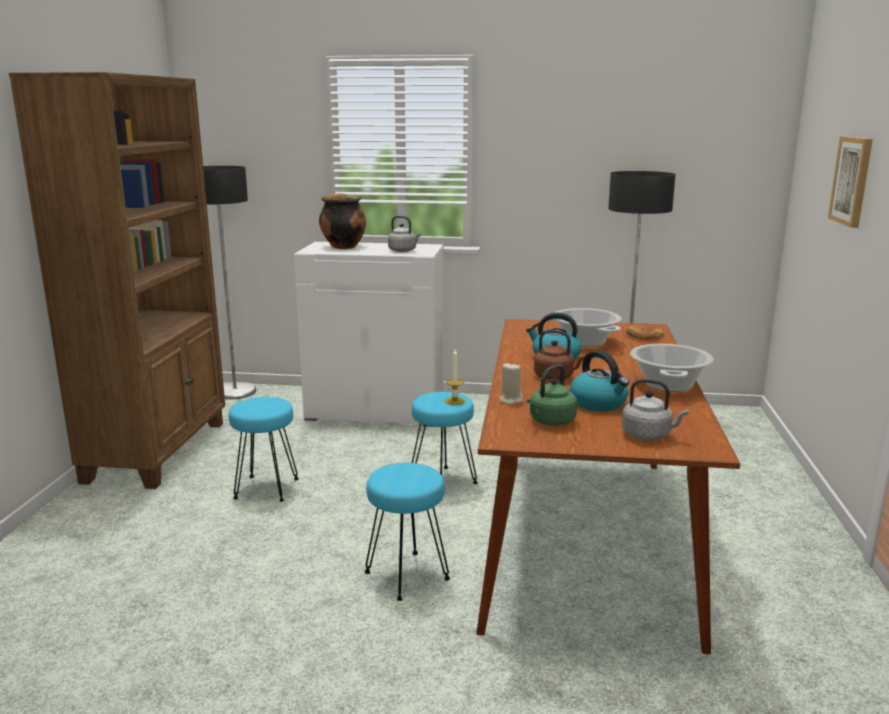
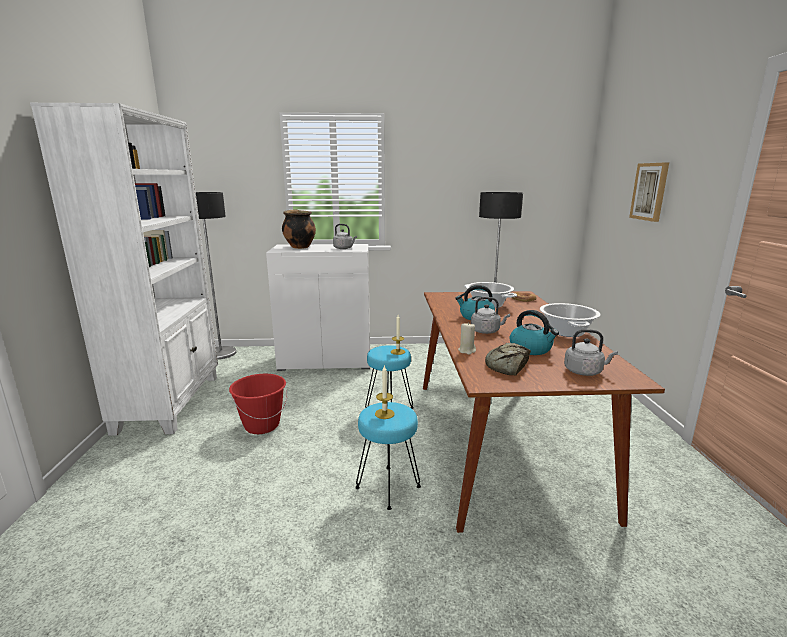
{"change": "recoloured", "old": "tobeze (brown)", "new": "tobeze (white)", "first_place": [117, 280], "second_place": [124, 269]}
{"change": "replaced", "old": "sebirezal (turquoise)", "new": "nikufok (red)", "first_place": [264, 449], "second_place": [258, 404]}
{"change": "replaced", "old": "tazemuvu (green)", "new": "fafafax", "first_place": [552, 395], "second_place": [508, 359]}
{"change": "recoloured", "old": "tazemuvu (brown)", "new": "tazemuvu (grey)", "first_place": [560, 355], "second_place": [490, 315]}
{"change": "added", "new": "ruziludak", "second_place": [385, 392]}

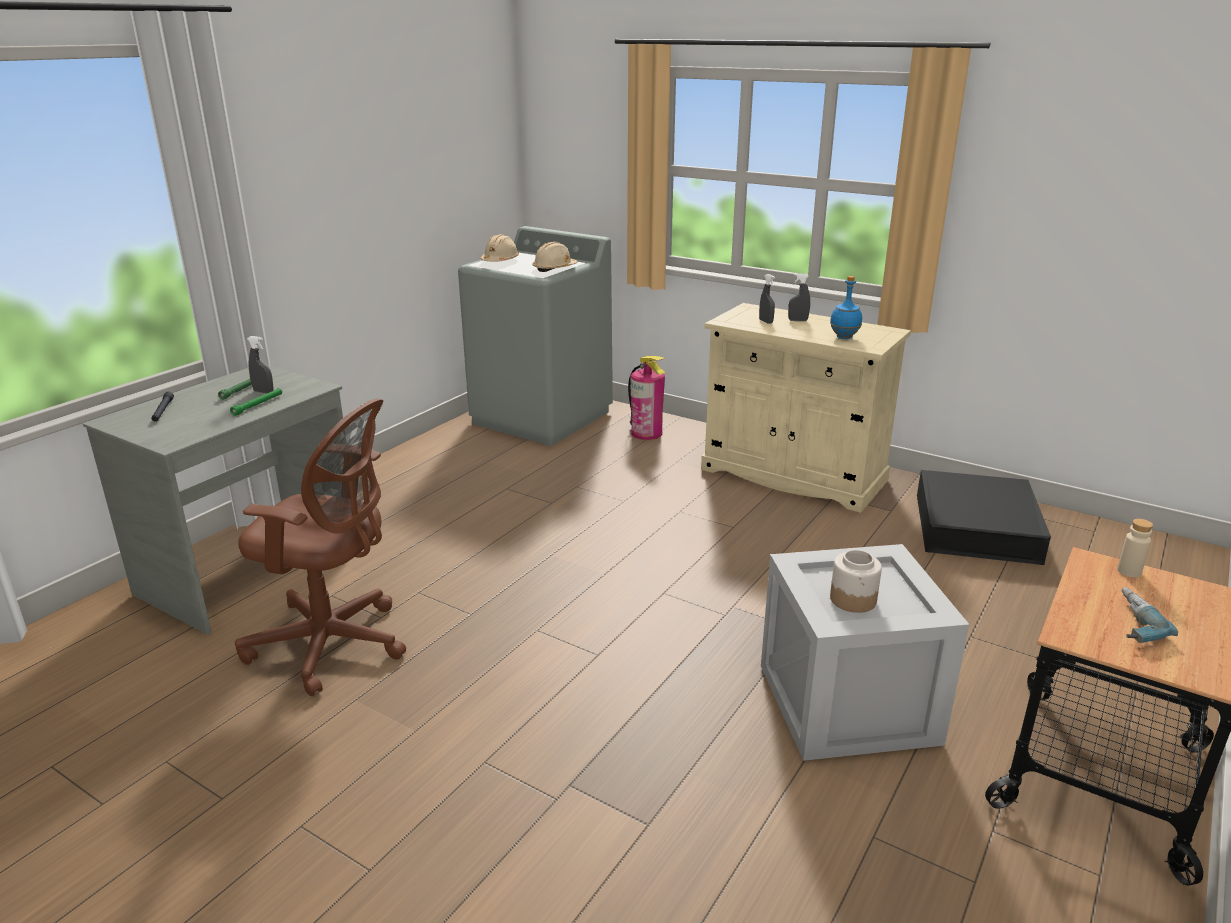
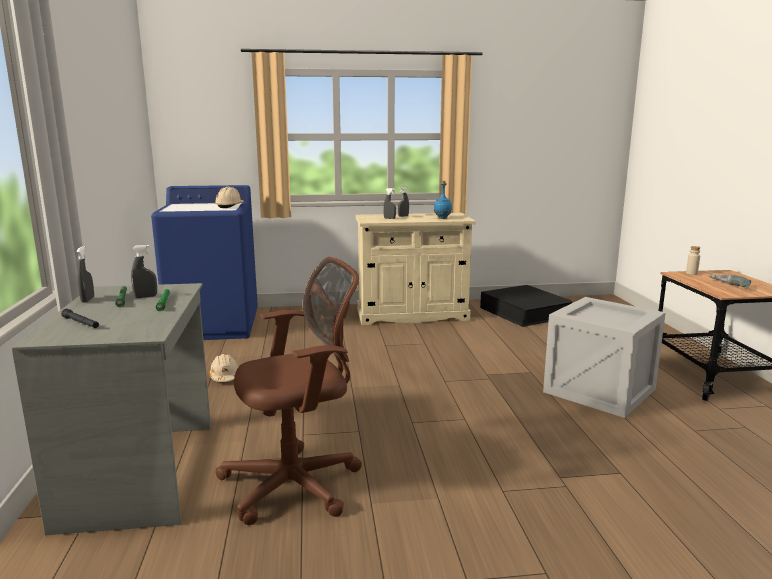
{"change": "recoloured", "old": "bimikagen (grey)", "new": "bimikagen (blue)", "first_place": [535, 336], "second_place": [204, 262]}
{"change": "moved", "old": "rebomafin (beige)", "first_place": [499, 248], "second_place": [223, 368]}
{"change": "removed", "old": "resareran", "first_place": [646, 398]}
{"change": "removed", "old": "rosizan", "first_place": [856, 581]}
{"change": "added", "new": "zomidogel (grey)", "second_place": [85, 274]}

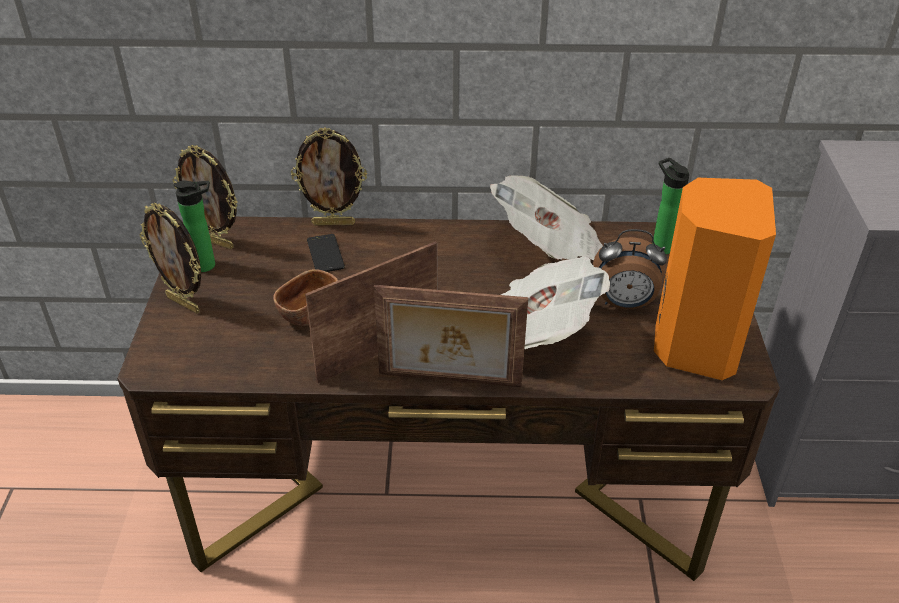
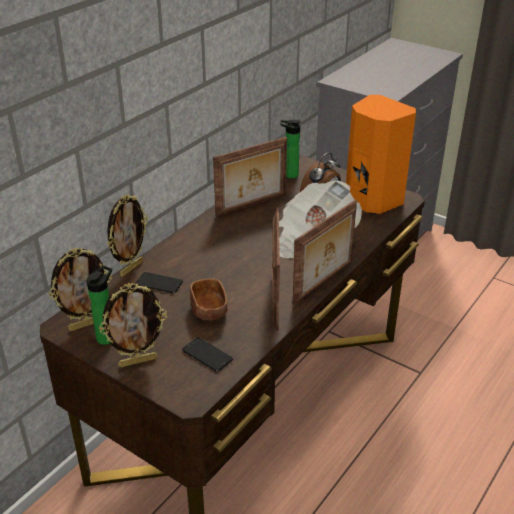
{"change": "replaced", "old": "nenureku", "new": "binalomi", "first_place": [546, 217], "second_place": [250, 177]}
{"change": "added", "new": "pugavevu", "second_place": [207, 354]}

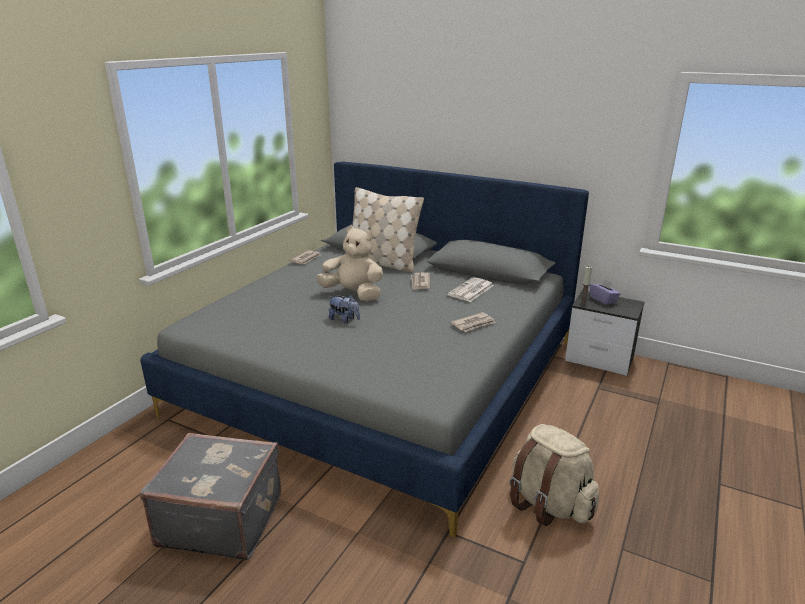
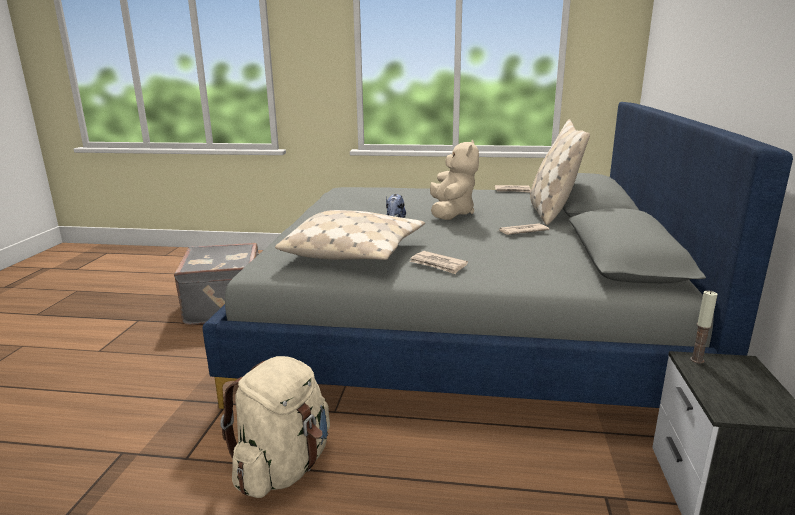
{"change": "removed", "old": "nenureku", "first_place": [471, 289]}
{"change": "removed", "old": "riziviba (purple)", "first_place": [605, 292]}
{"change": "added", "new": "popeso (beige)", "second_place": [350, 235]}

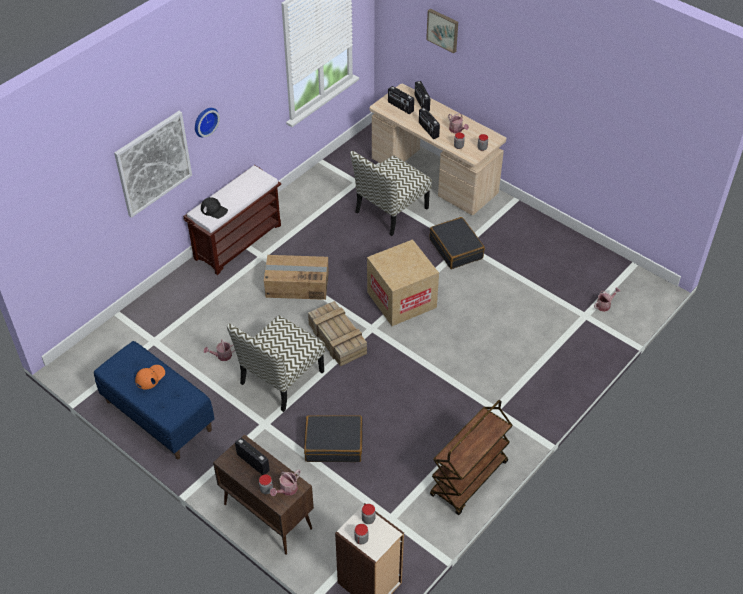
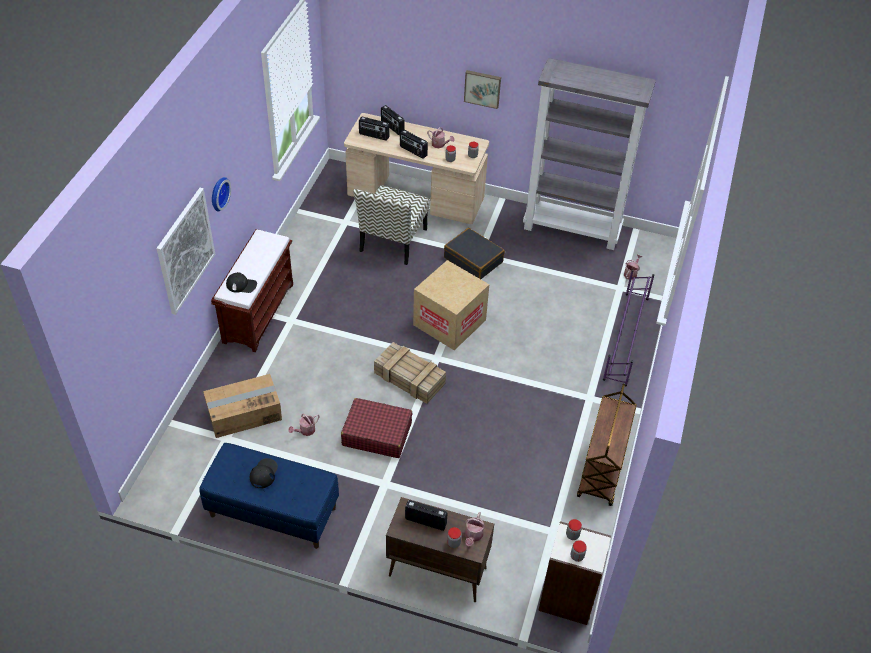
{"change": "recoloured", "old": "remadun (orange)", "new": "remadun (black)", "first_place": [150, 377], "second_place": [264, 473]}
{"change": "replaced", "old": "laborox", "new": "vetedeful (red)", "first_place": [276, 363], "second_place": [377, 428]}
{"change": "moved", "old": "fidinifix", "first_place": [296, 277], "second_place": [242, 406]}
{"change": "removed", "old": "vetedeful (black)", "first_place": [333, 438]}
{"change": "moved", "old": "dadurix", "first_place": [442, 31], "second_place": [482, 89]}
{"change": "added", "new": "tobeze (grey)", "second_place": [589, 154]}
{"change": "added", "new": "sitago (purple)", "second_place": [629, 327]}

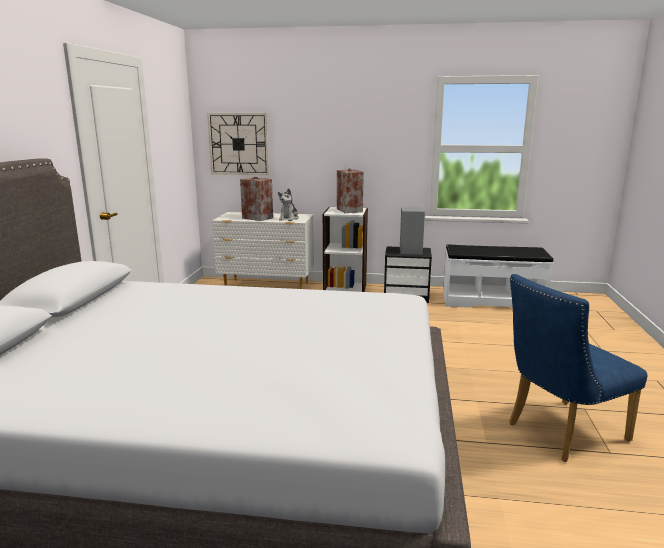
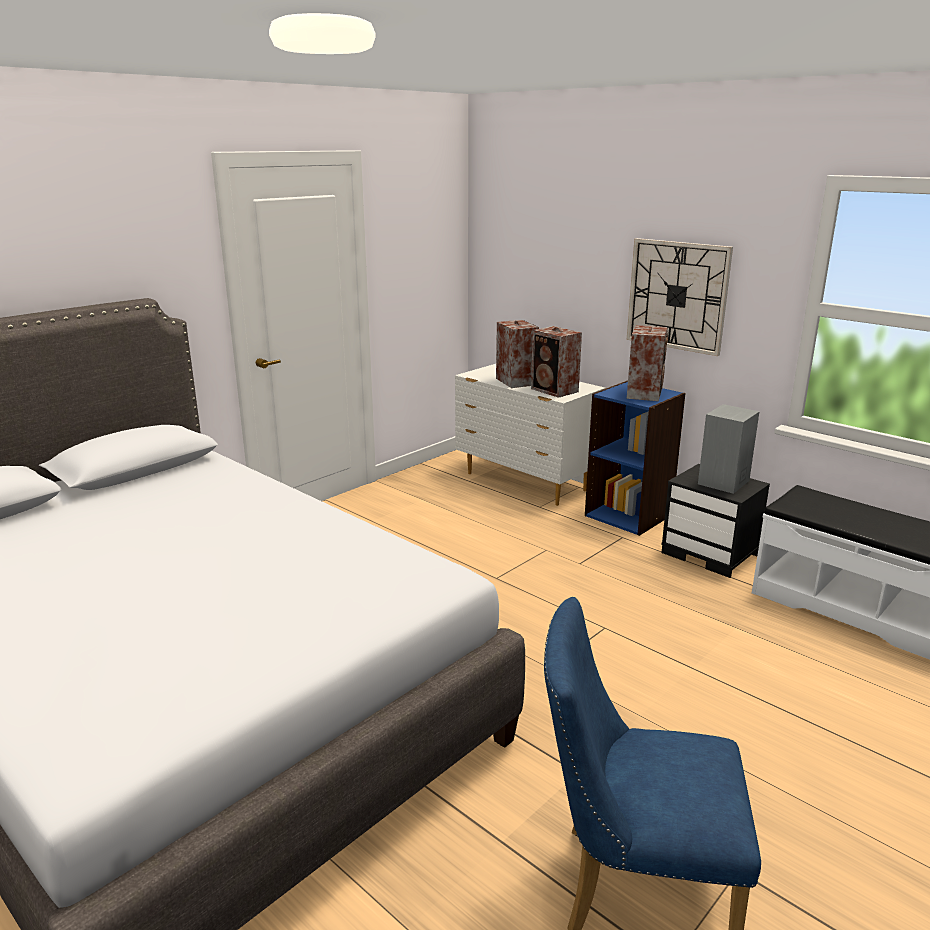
{"change": "moved", "old": "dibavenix", "first_place": [238, 144], "second_place": [680, 297]}
{"change": "replaced", "old": "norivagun", "new": "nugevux", "first_place": [288, 204], "second_place": [556, 362]}
{"change": "recoloured", "old": "tobeze (white)", "new": "tobeze (blue)", "first_place": [345, 249], "second_place": [635, 458]}

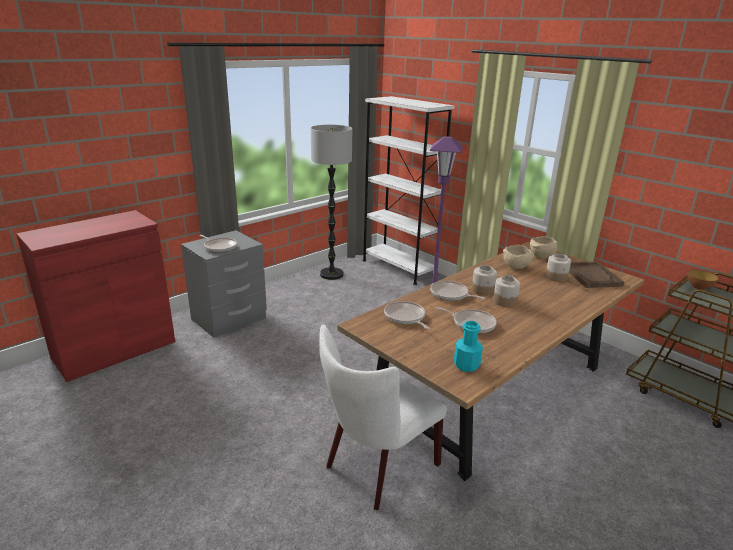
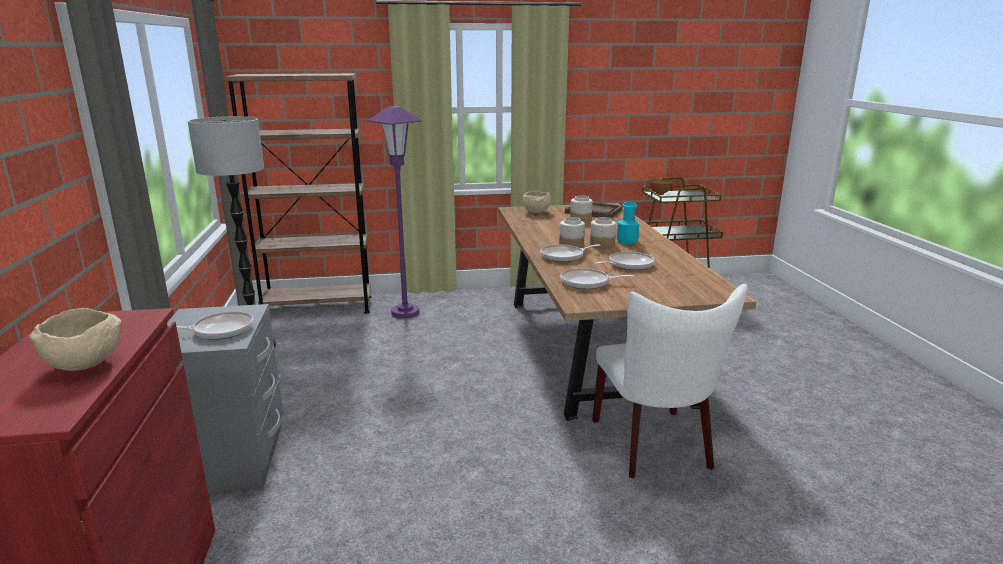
{"change": "recoloured", "old": "tobeze (white)", "new": "tobeze (brown)", "first_place": [408, 190], "second_place": [298, 193]}
{"change": "moved", "old": "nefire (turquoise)", "first_place": [468, 346], "second_place": [628, 222]}
{"change": "moved", "old": "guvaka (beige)", "first_place": [518, 257], "second_place": [75, 339]}

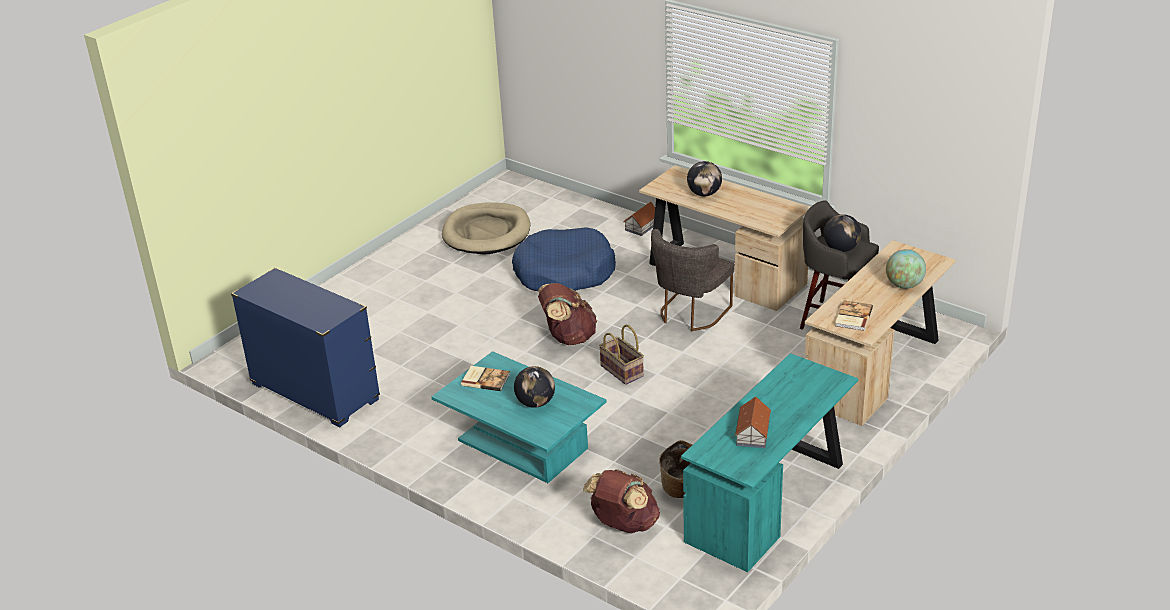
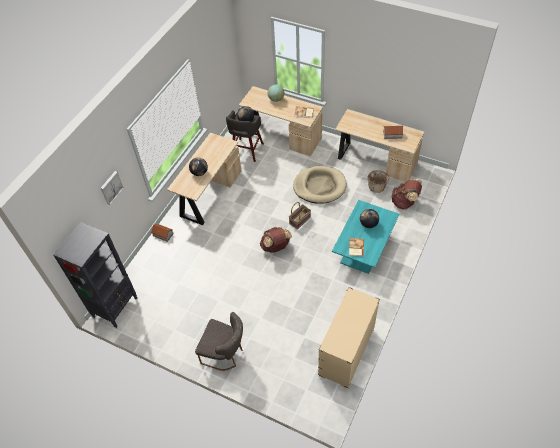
{"change": "recoloured", "old": "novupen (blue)", "new": "novupen (beige)", "first_place": [305, 347], "second_place": [349, 338]}
{"change": "moved", "old": "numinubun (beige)", "first_place": [486, 228], "second_place": [320, 185]}
{"change": "removed", "old": "numinubun (blue)", "first_place": [564, 259]}
{"change": "moved", "old": "laborox (grey)", "first_place": [693, 280], "second_place": [219, 341]}
{"change": "recoloured", "old": "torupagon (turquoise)", "new": "torupagon (beige)", "first_place": [769, 462], "second_place": [379, 145]}
{"change": "added", "new": "tobeze (black)", "second_place": [95, 275]}
{"change": "added", "new": "dadurix", "second_place": [112, 188]}

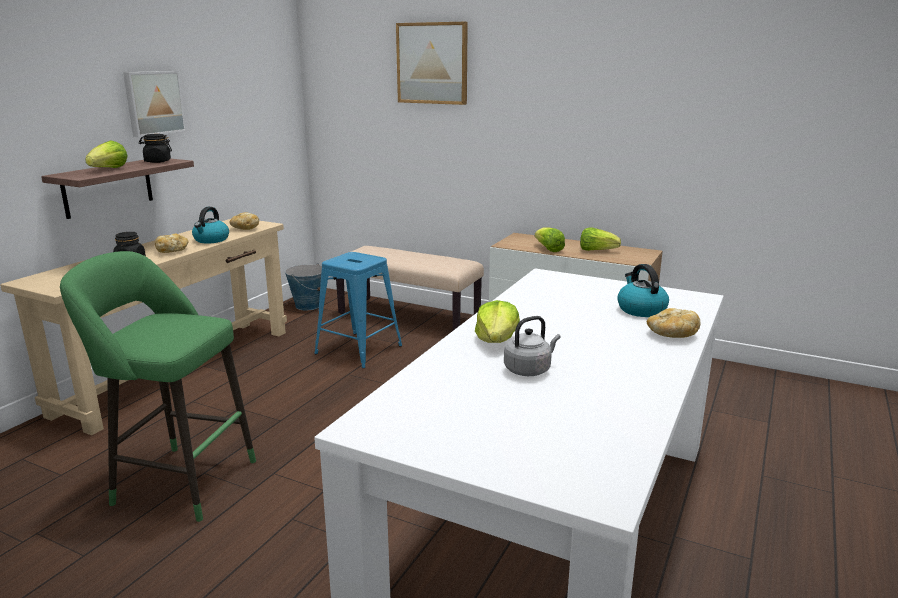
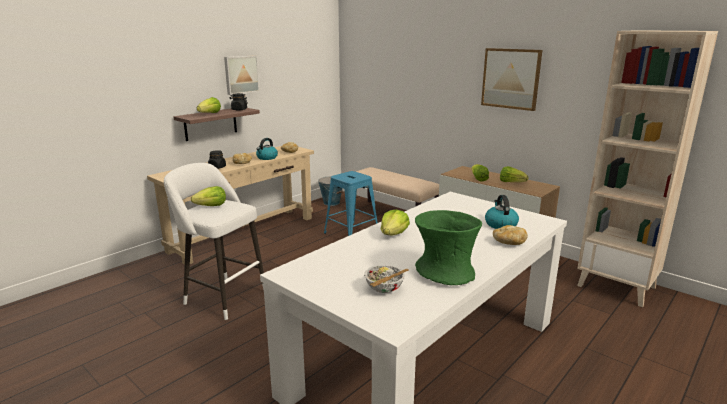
{"change": "recoloured", "old": "sebirezal (green)", "new": "sebirezal (white)", "first_place": [158, 386], "second_place": [214, 241]}
{"change": "moved", "old": "dadurix", "first_place": [432, 63], "second_place": [511, 79]}
{"change": "removed", "old": "tazemuvu (grey)", "first_place": [532, 346]}
{"change": "added", "new": "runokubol", "second_place": [208, 196]}
{"change": "added", "new": "guvaka", "second_place": [386, 279]}
{"change": "added", "new": "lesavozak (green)", "second_place": [448, 247]}
{"change": "added", "new": "tobeze (beige)", "second_place": [647, 168]}

